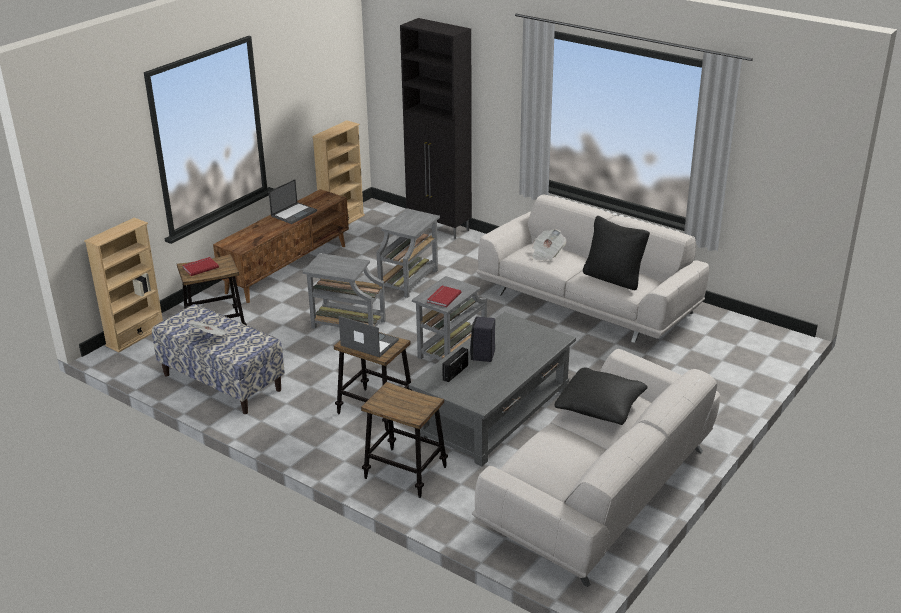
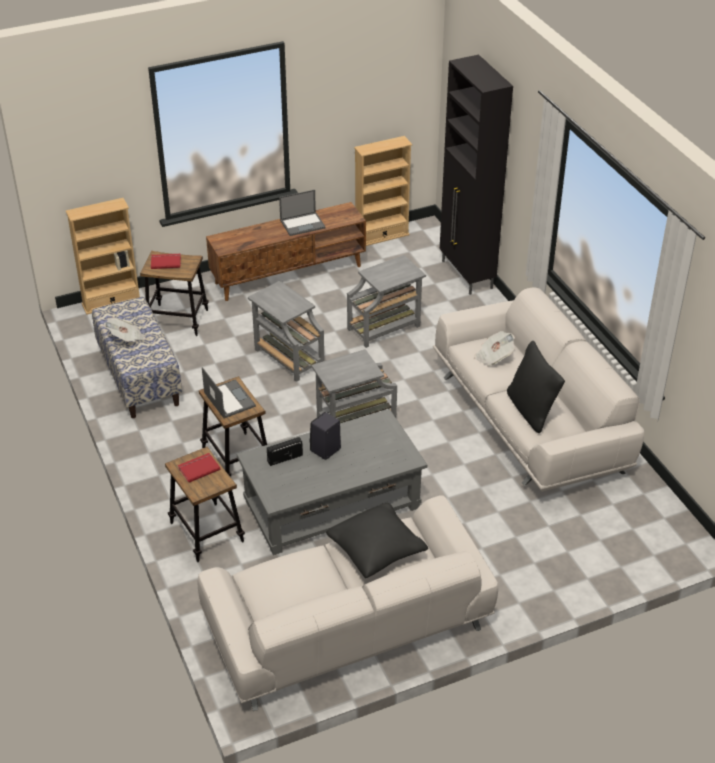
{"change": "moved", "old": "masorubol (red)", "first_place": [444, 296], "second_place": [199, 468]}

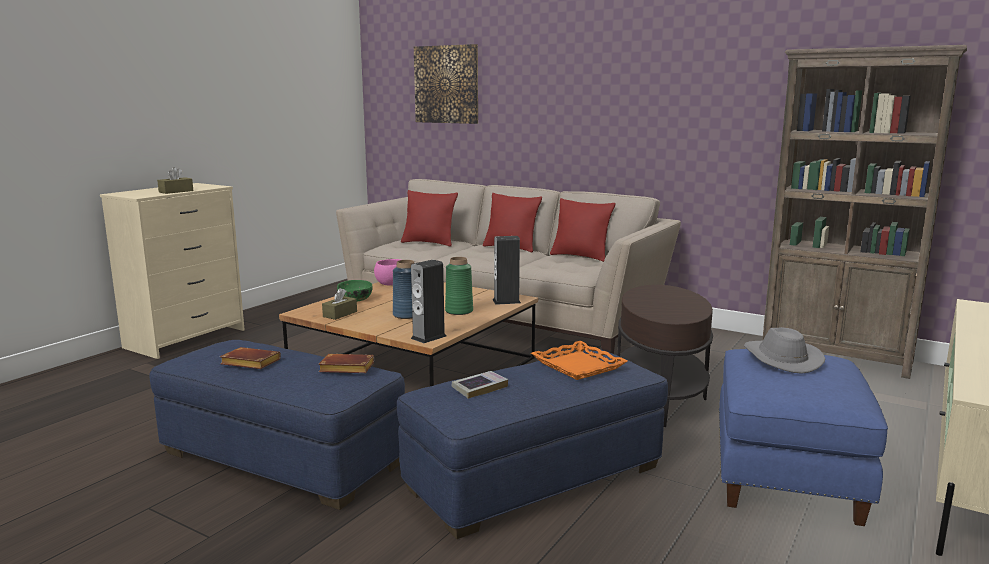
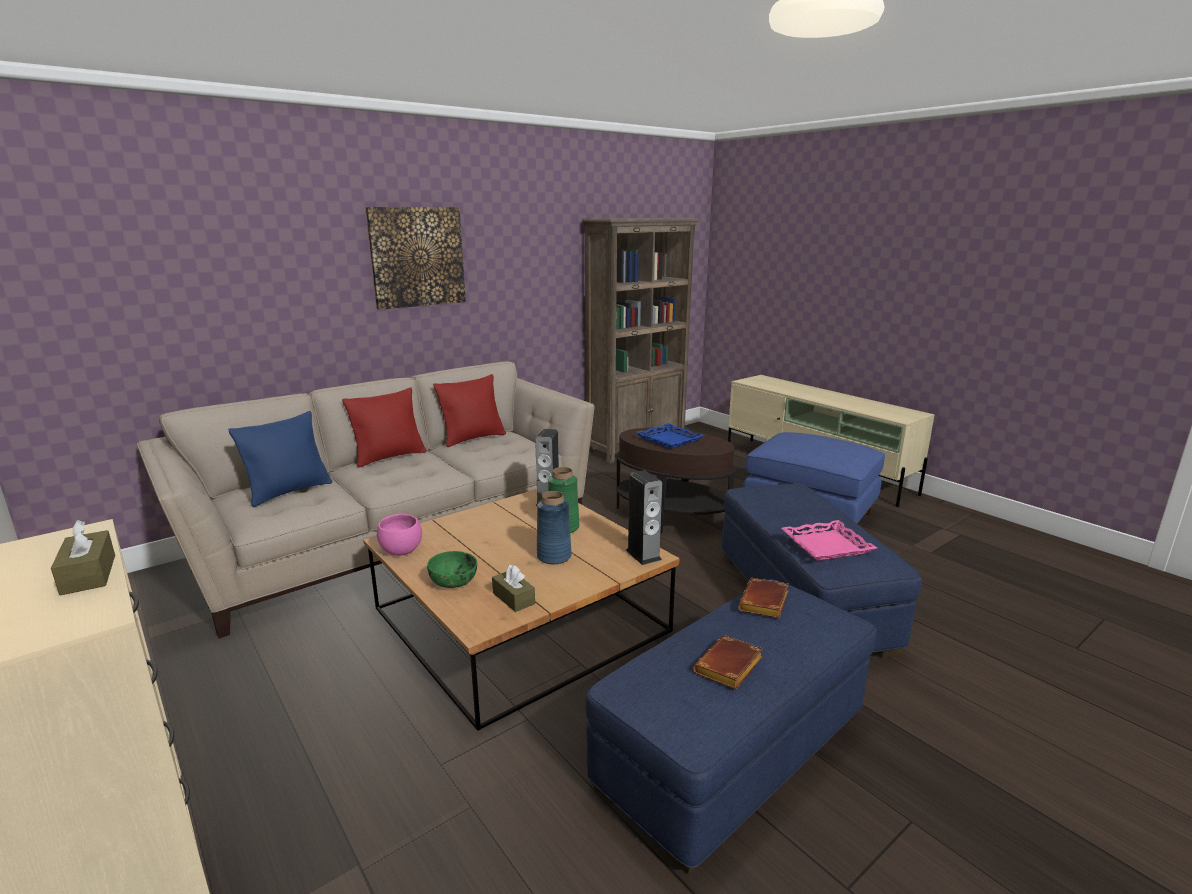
{"change": "recoloured", "old": "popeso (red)", "new": "popeso (blue)", "first_place": [429, 218], "second_place": [280, 459]}
{"change": "moved", "old": "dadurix", "first_place": [446, 84], "second_place": [416, 258]}
{"change": "replaced", "old": "masorubol", "new": "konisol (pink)", "first_place": [480, 385], "second_place": [829, 540]}
{"change": "removed", "old": "konisol (orange)", "first_place": [579, 360]}
{"change": "removed", "old": "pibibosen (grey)", "first_place": [784, 350]}
{"change": "added", "new": "konisol (blue)", "second_place": [670, 436]}

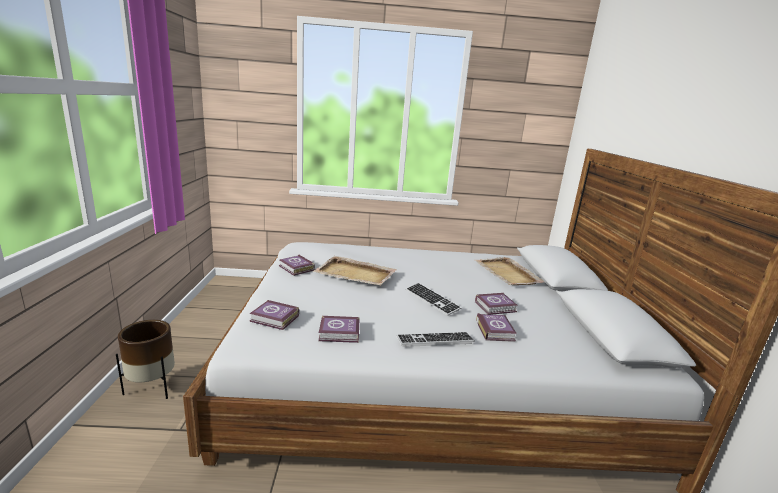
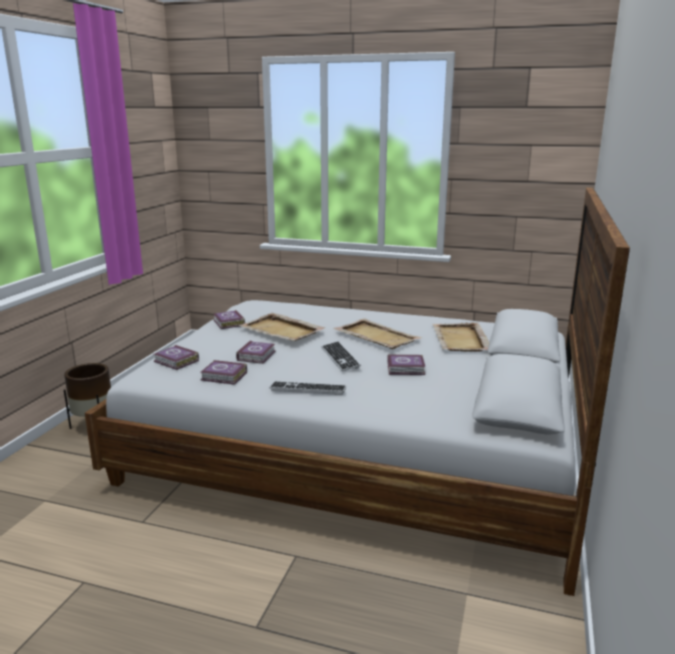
{"change": "moved", "old": "masorubol", "first_place": [496, 327], "second_place": [256, 352]}
{"change": "added", "new": "konisol (beige)", "second_place": [377, 333]}

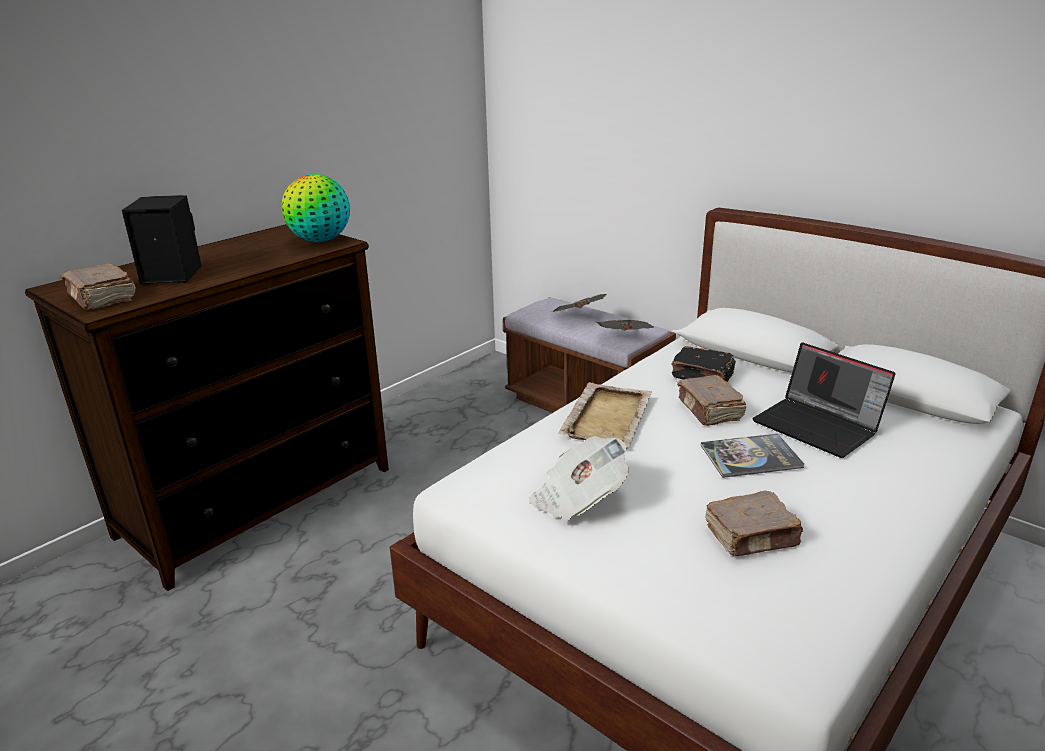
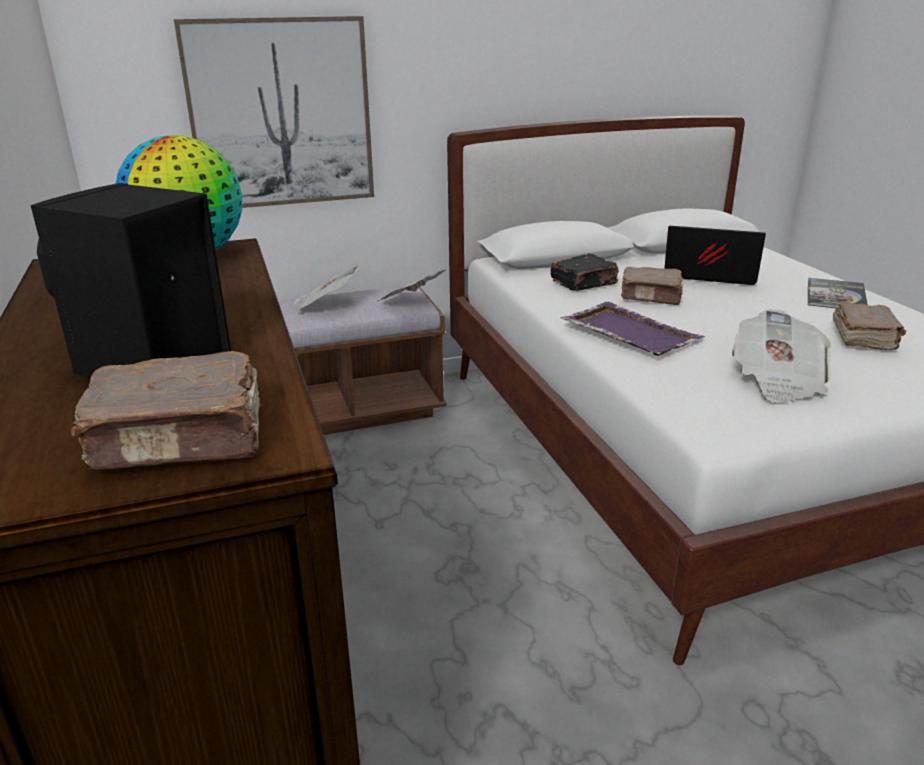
{"change": "recoloured", "old": "konisol (beige)", "new": "konisol (purple)", "first_place": [605, 415], "second_place": [633, 329]}
{"change": "moved", "old": "masorubol", "first_place": [752, 455], "second_place": [838, 293]}
{"change": "turned", "old": "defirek", "first_place": [824, 400], "second_place": [715, 255], "degrees": -150}
{"change": "added", "new": "dadurix", "second_place": [274, 112]}

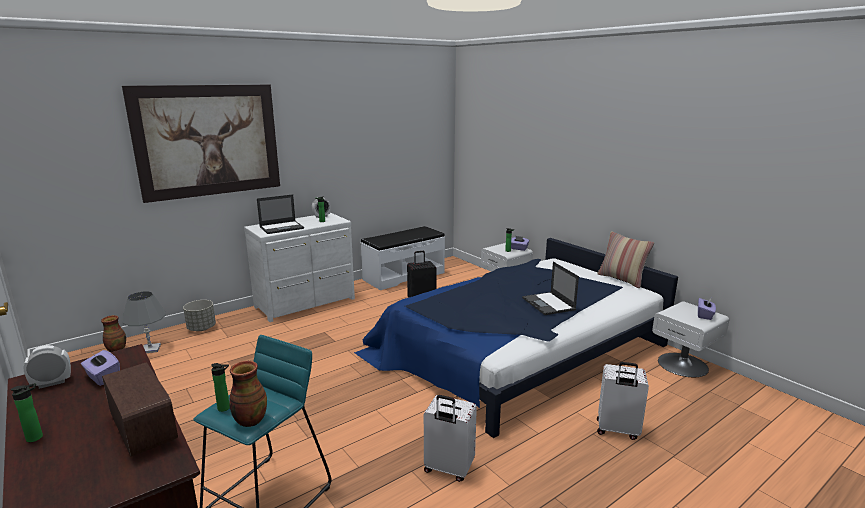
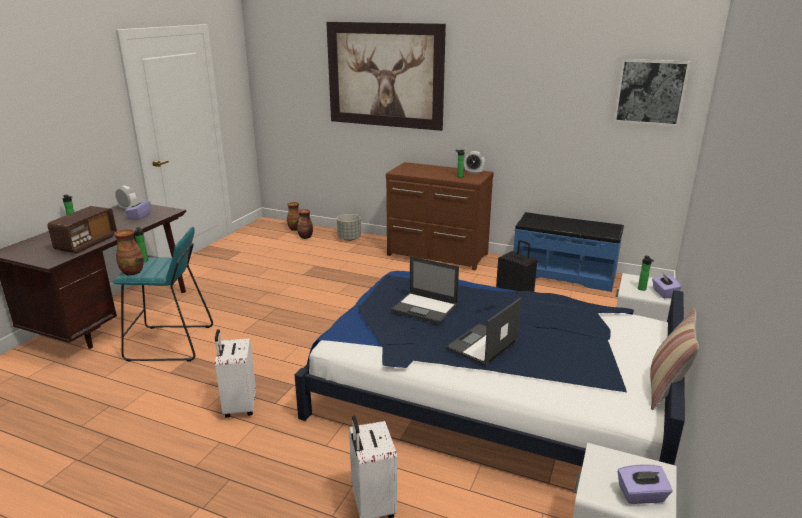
{"change": "replaced", "old": "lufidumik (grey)", "new": "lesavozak", "first_place": [144, 322], "second_place": [305, 224]}
{"change": "recoloured", "old": "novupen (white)", "new": "novupen (brown)", "first_place": [299, 267], "second_place": [440, 216]}
{"change": "moved", "old": "defirek", "first_place": [280, 214], "second_place": [425, 290]}
{"change": "recoloured", "old": "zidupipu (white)", "new": "zidupipu (blue)", "first_place": [403, 258], "second_place": [568, 252]}
{"change": "added", "new": "dadurix", "second_place": [652, 92]}

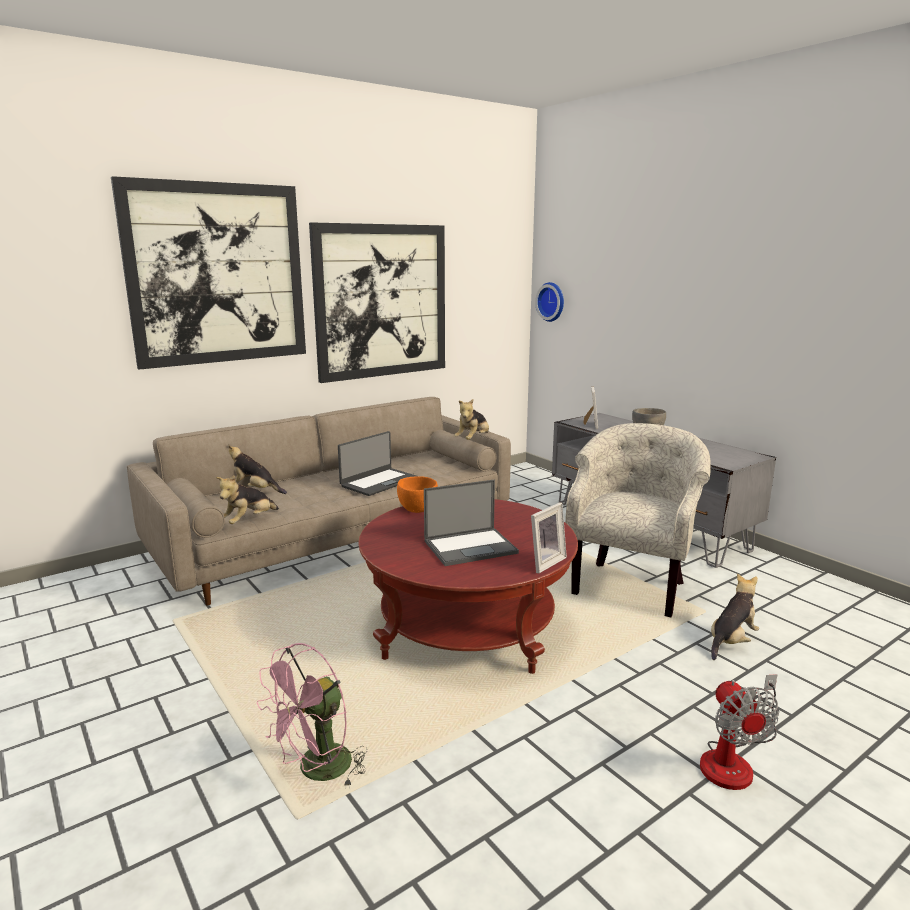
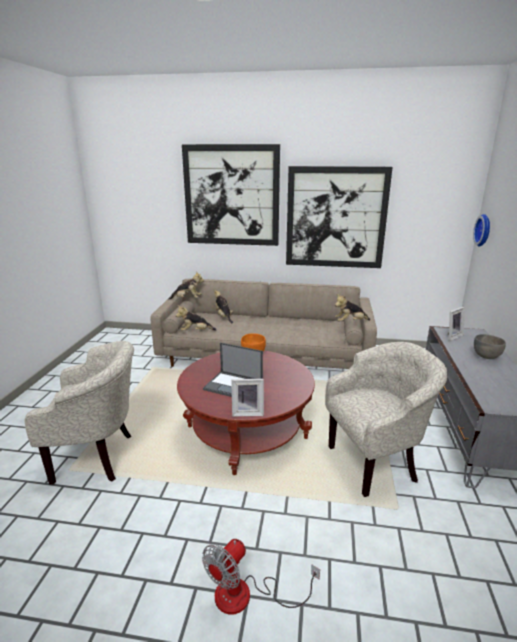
{"change": "replaced", "old": "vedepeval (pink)", "new": "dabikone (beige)", "first_place": [311, 715], "second_place": [79, 413]}
{"change": "removed", "old": "defirek", "first_place": [377, 463]}
{"change": "moved", "old": "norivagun", "first_place": [735, 616], "second_place": [186, 286]}

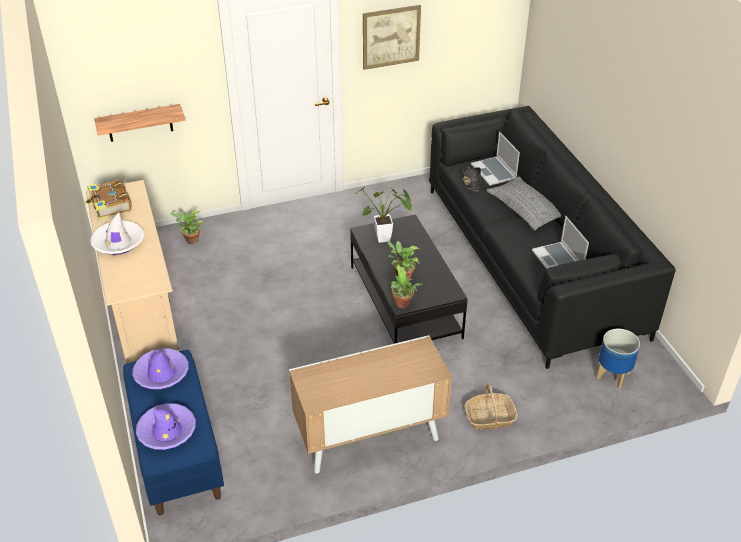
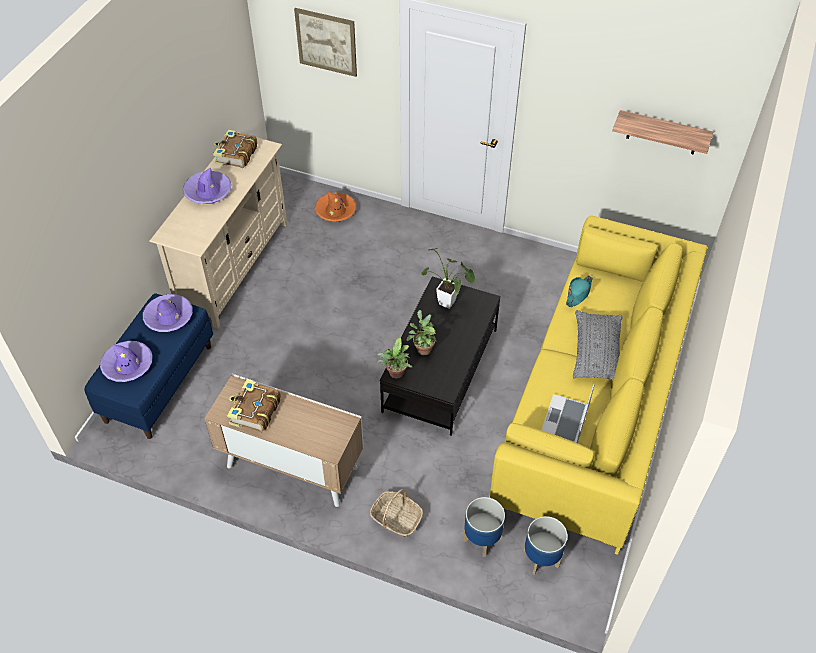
{"change": "recoloured", "old": "pibibosen (white)", "new": "pibibosen (purple)", "first_place": [117, 233], "second_place": [207, 186]}
{"change": "moved", "old": "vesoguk", "first_place": [140, 123], "second_place": [662, 132]}
{"change": "replaced", "old": "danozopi", "new": "pibibosen (orange)", "first_place": [187, 227], "second_place": [335, 207]}
{"change": "moved", "old": "dadurix", "first_place": [392, 37], "second_place": [325, 42]}
{"change": "recoloured", "old": "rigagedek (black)", "new": "rigagedek (yellow)", "first_place": [552, 237], "second_place": [598, 385]}
{"change": "recoloured", "old": "pibibosen (black)", "new": "pibibosen (turquoise)", "first_place": [471, 179], "second_place": [579, 291]}
{"change": "removed", "old": "defirek", "first_place": [495, 159]}
{"change": "added", "new": "masorubol", "second_place": [254, 406]}
{"change": "added", "new": "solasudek", "second_place": [484, 527]}

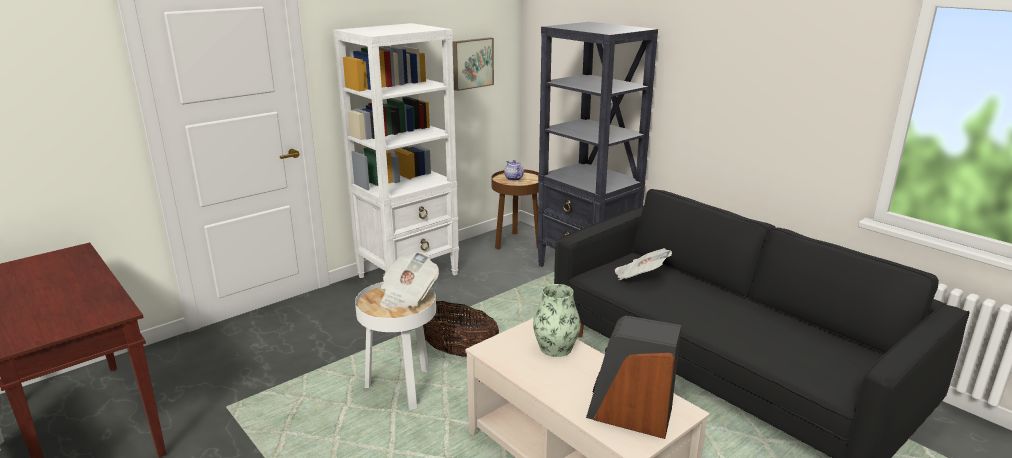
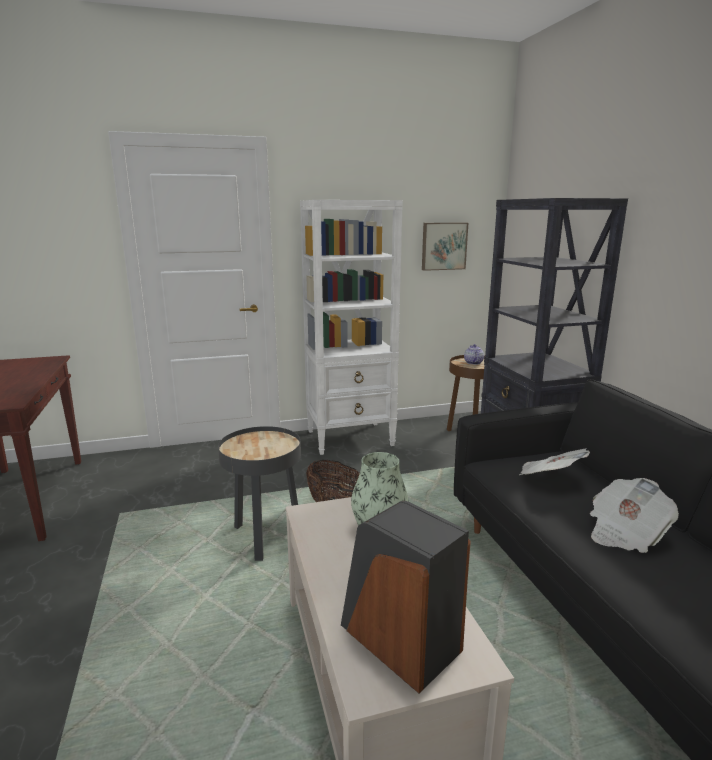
{"change": "recoloured", "old": "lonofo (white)", "new": "lonofo (black)", "first_place": [395, 346], "second_place": [259, 493]}
{"change": "moved", "old": "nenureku", "first_place": [409, 280], "second_place": [634, 515]}

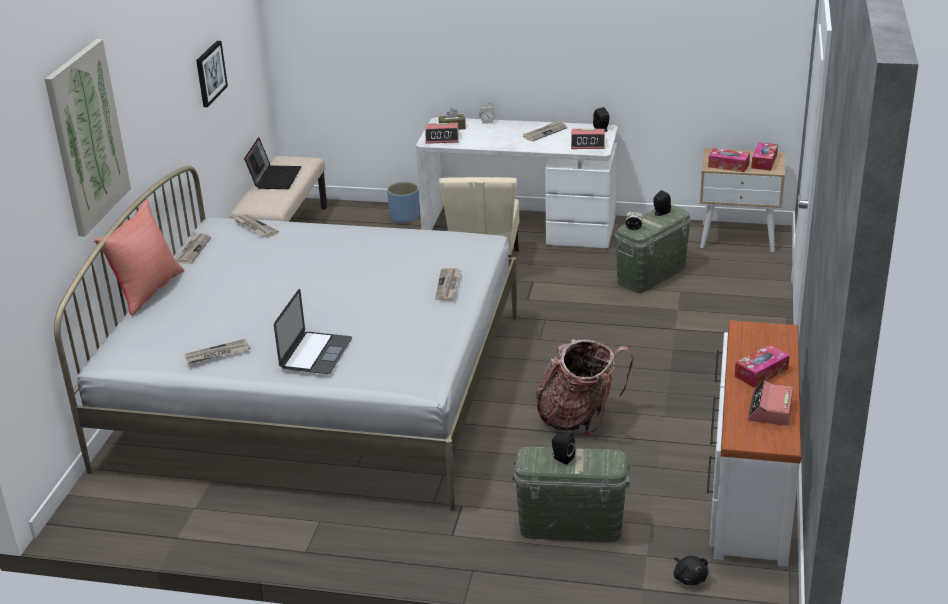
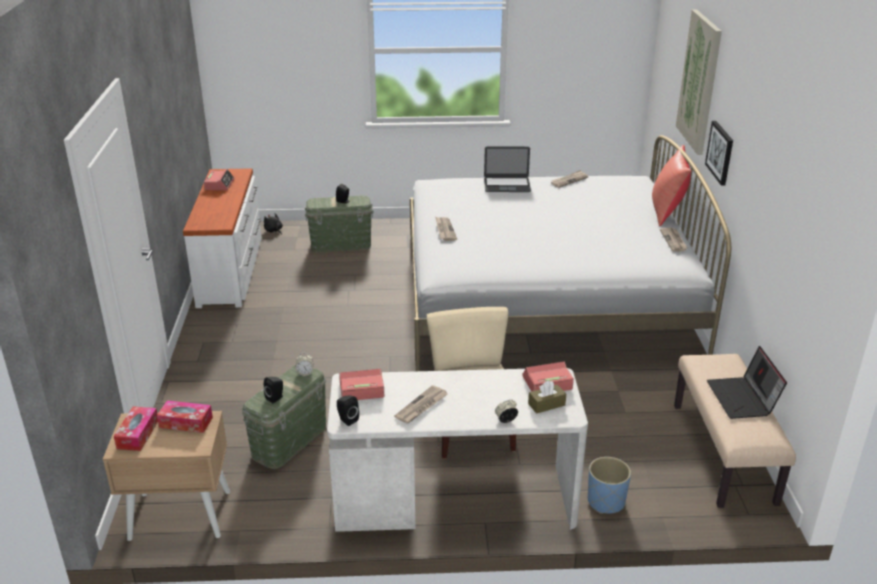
{"change": "moved", "old": "dadurix", "first_place": [212, 74], "second_place": [719, 153]}
{"change": "removed", "old": "nenureku", "first_place": [256, 225]}
{"change": "turned", "old": "defirek", "first_place": [313, 331], "second_place": [507, 169], "degrees": -90}
{"change": "removed", "old": "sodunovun", "first_place": [584, 387]}
{"change": "removed", "old": "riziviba", "first_place": [762, 366]}

